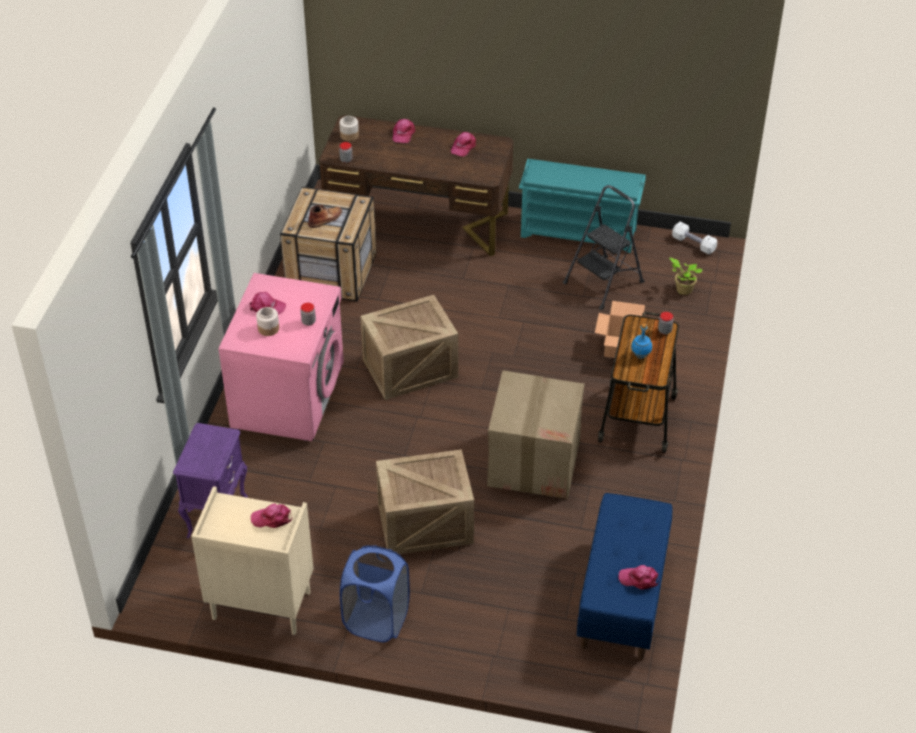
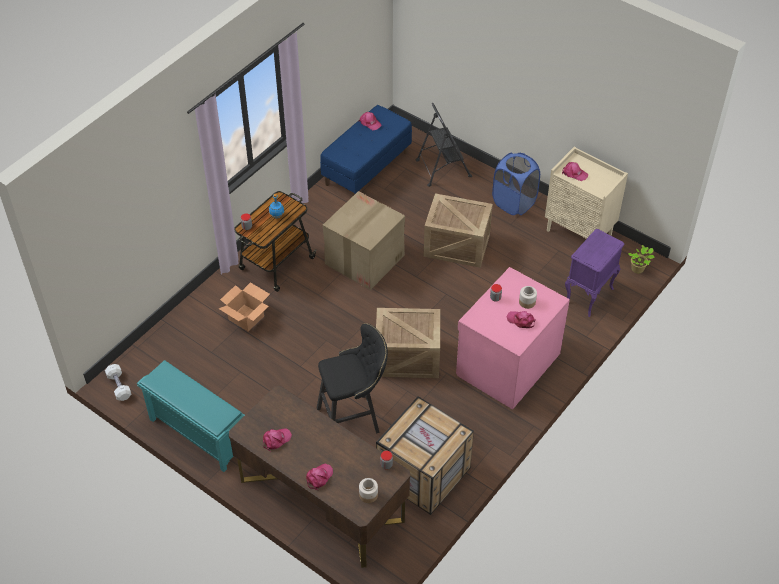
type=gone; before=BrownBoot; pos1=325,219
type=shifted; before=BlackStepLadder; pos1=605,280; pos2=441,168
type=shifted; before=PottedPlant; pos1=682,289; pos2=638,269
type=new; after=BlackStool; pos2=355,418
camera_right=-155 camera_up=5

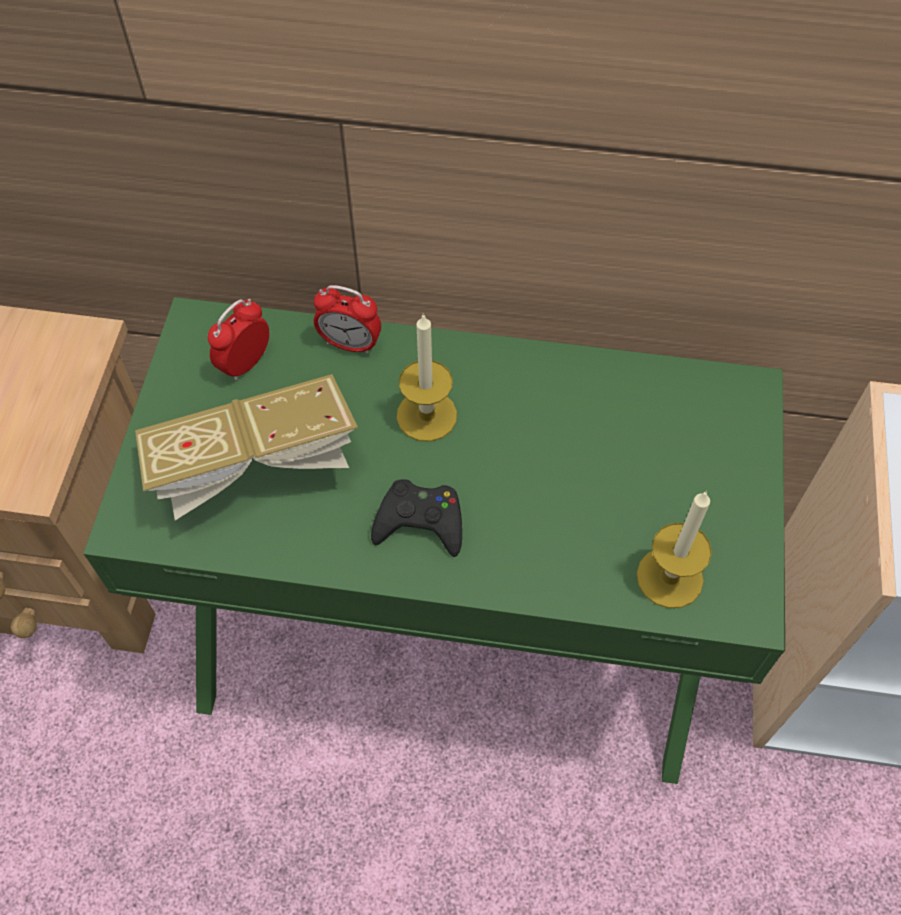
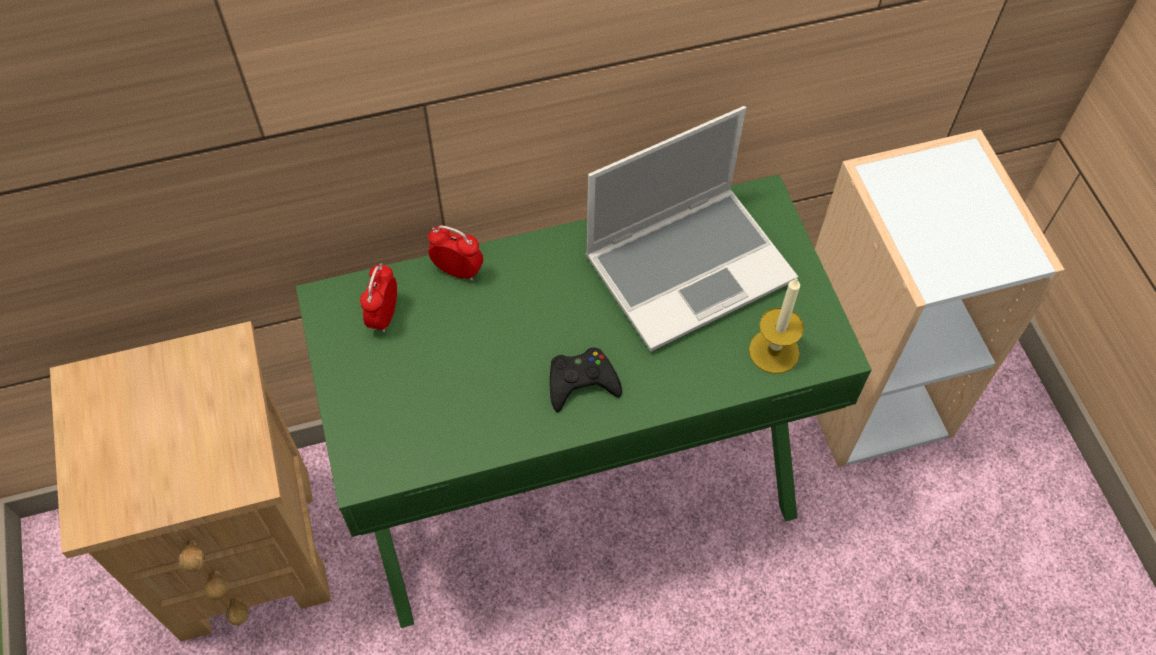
type=gone; before=Book; pos1=255,467
type=rotated; before=AlarmClock; pos1=350,344; pos2=457,271; turn=-150
type=gone; before=Candle; pos1=426,415
type=new; after=Laptop; pos2=690,266
camera_right=-25 camera_up=0

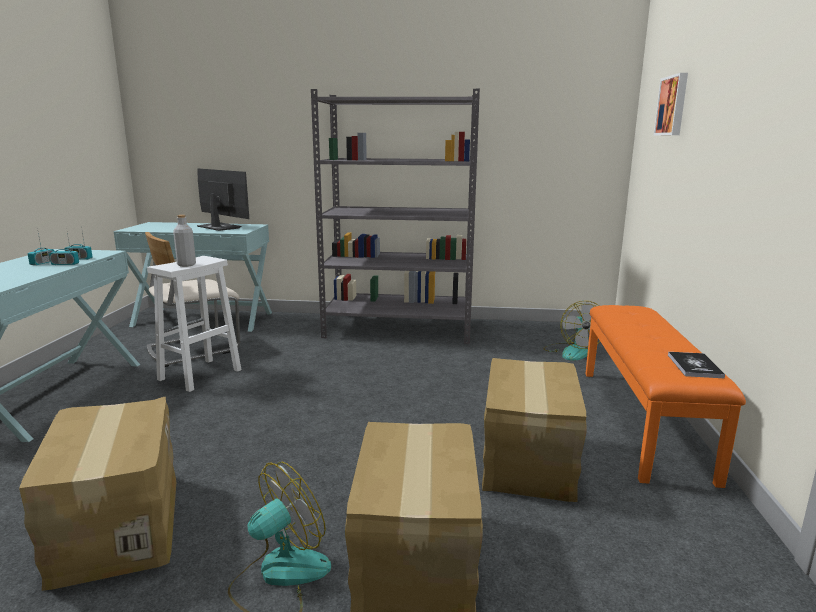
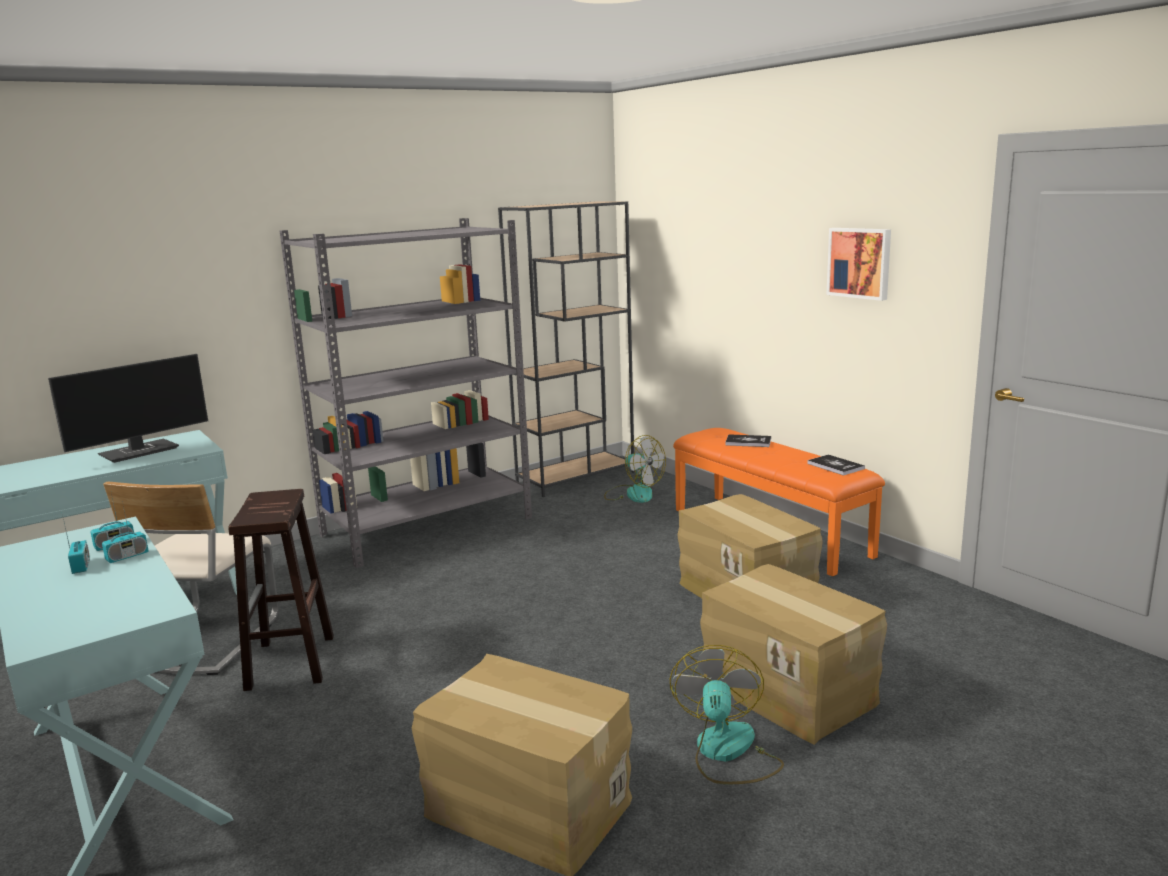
type=repainted; before=WhiteStool; after=BrownStool; pos1=199,375; pos2=291,663
type=gone; before=GreyBottle; pos1=186,265
type=rotated; before=Monitor; pos1=218,227; pos2=140,451; turn=135
type=shifted; before=Picture; pos1=673,106; pos2=860,263
type=new; after=Bookcase; pos2=576,477
type=new; after=Book; pos2=748,442
camera_right=-40 camera_up=0

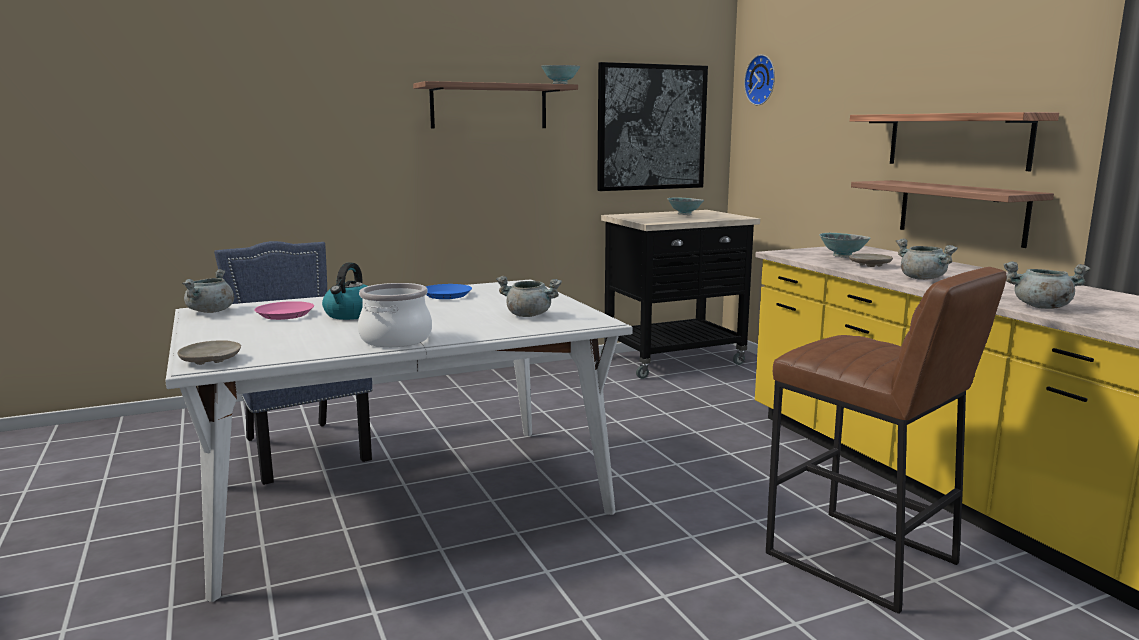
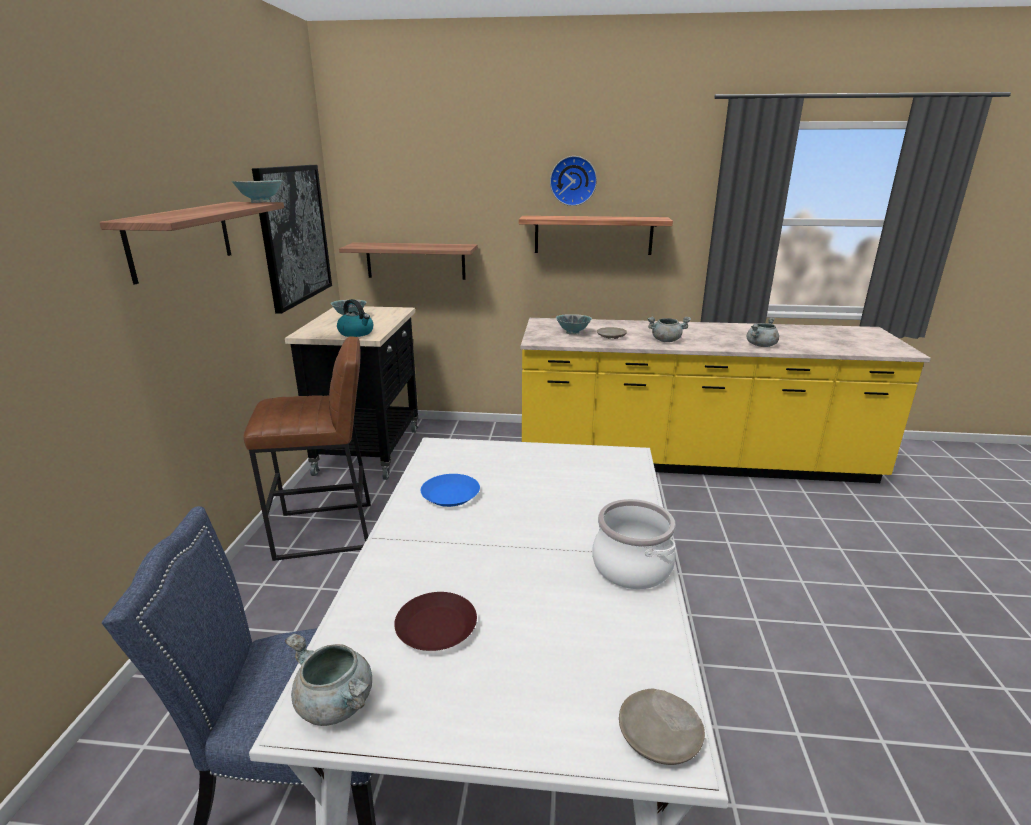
type=repainted; before=PinkPlate; after=BrownPlate; pos1=285,315; pos2=436,627
type=shifted; before=Kettle; pos1=351,315; pos2=356,333
type=gone; before=GreyCookingPot; pos1=529,315
type=shifted; before=WallClock; pos1=762,80; pos2=573,181
type=shifted; before=BrownStool; pos1=864,559; pos2=327,530
type=shifted; before=Shelf; pos1=961,212; pos2=415,261
camera_right=-60 camera_up=10

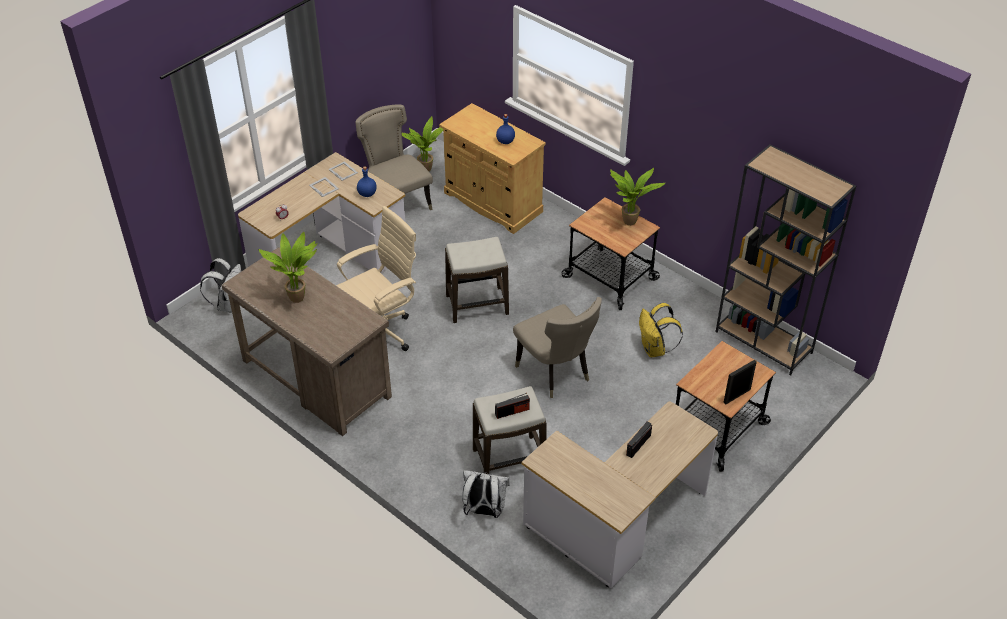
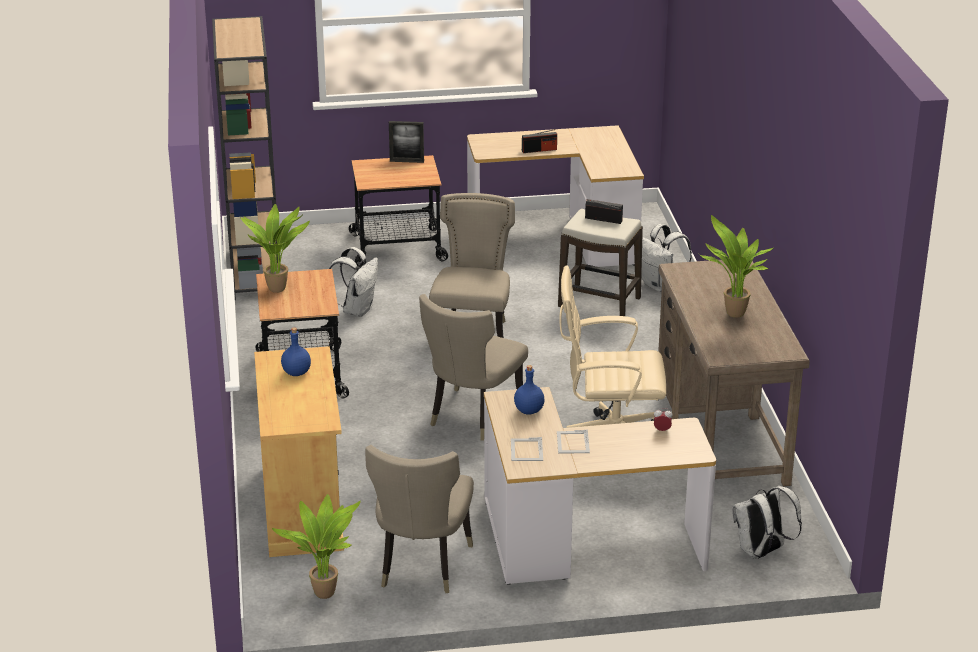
type=swapped; before=Stool; after=BeigeChair; pos1=477,305; pos2=471,417
type=repainted; before=YellowBackpack; after=WhiteBackpack; pos1=655,349; pos2=357,310
camera_right=-140 camera_up=-15

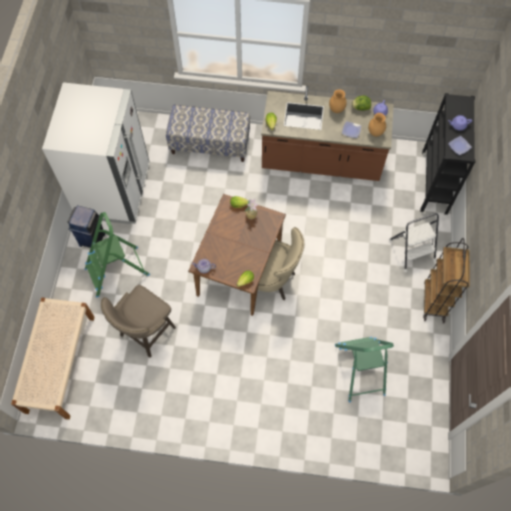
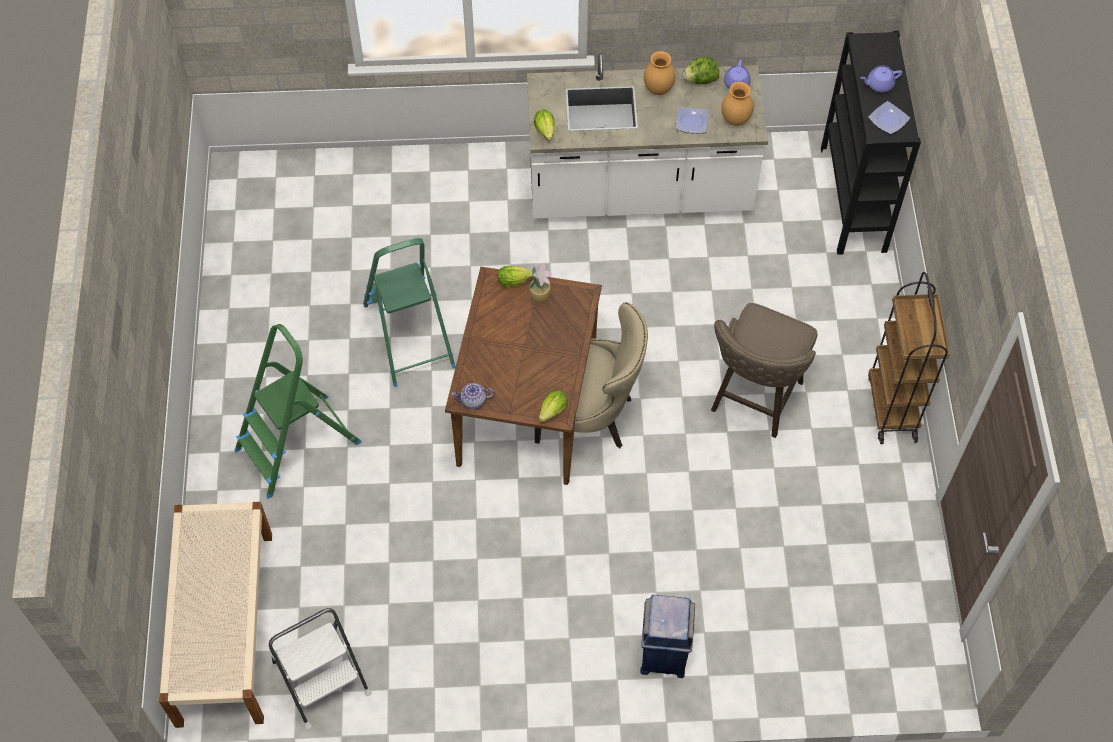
type=gone; before=WhiteFridge; pos1=114,191
type=shifted; before=BlueTrashCan; pos1=92,239; pos2=663,654
type=shifted; before=BeigeStool; pos1=146,333; pos2=755,400
type=gone; before=Bench; pos1=210,144
type=repainted; before=BrownCounter; after=WhiteCounter; pos1=321,161; pos2=639,191
type=shifted; before=GreenStepLadder; pos1=359,368; pos2=408,334
type=shifted; before=WhiteStepLadder; pos1=411,248; pos2=319,674
camera_right=-10 camera_up=-5

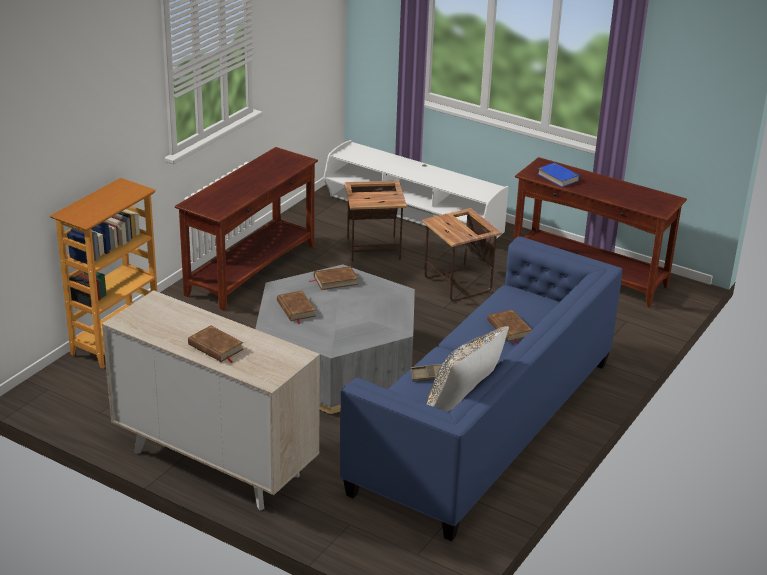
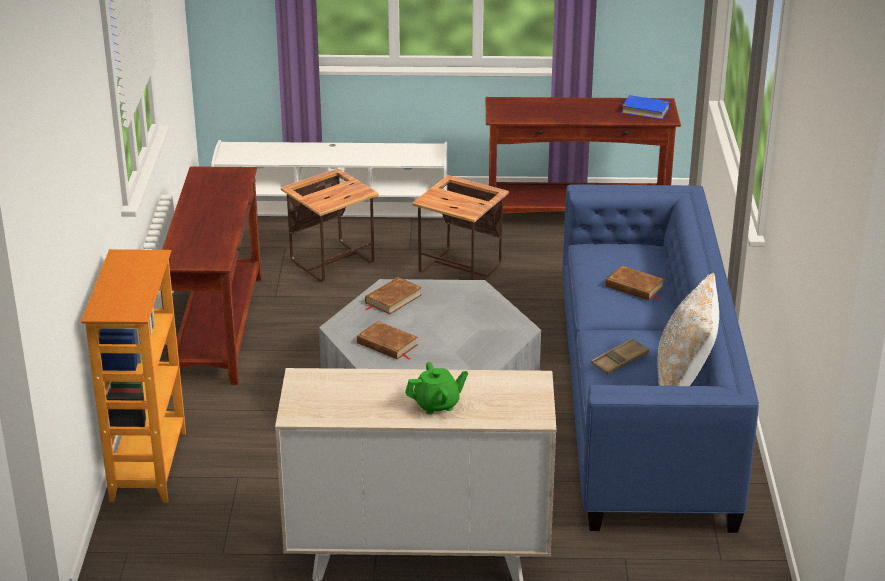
type=swapped; before=BrownBook; after=GreenTeapot; pos1=215,347; pos2=437,404
type=shifted; before=BlueBook; pos1=558,177; pos2=645,110
camera_right=-30 camera_up=0

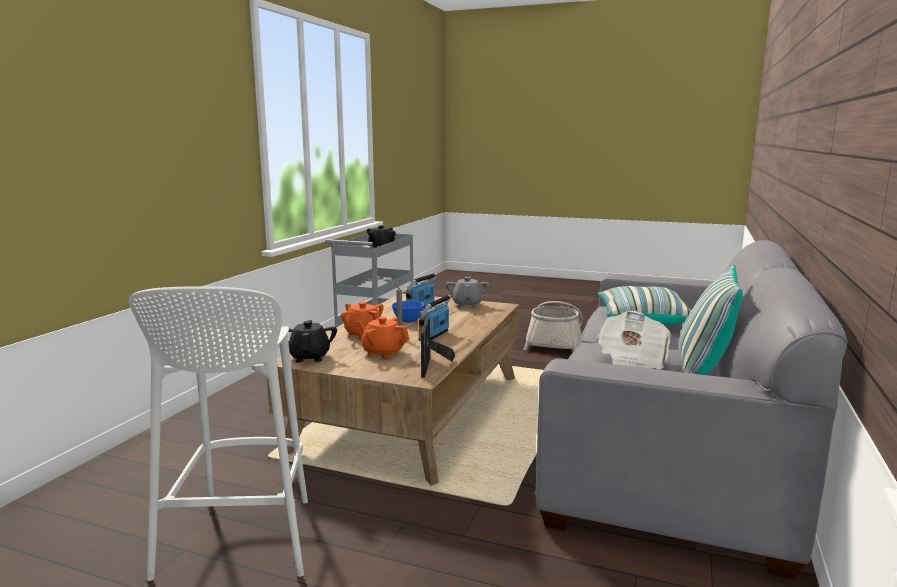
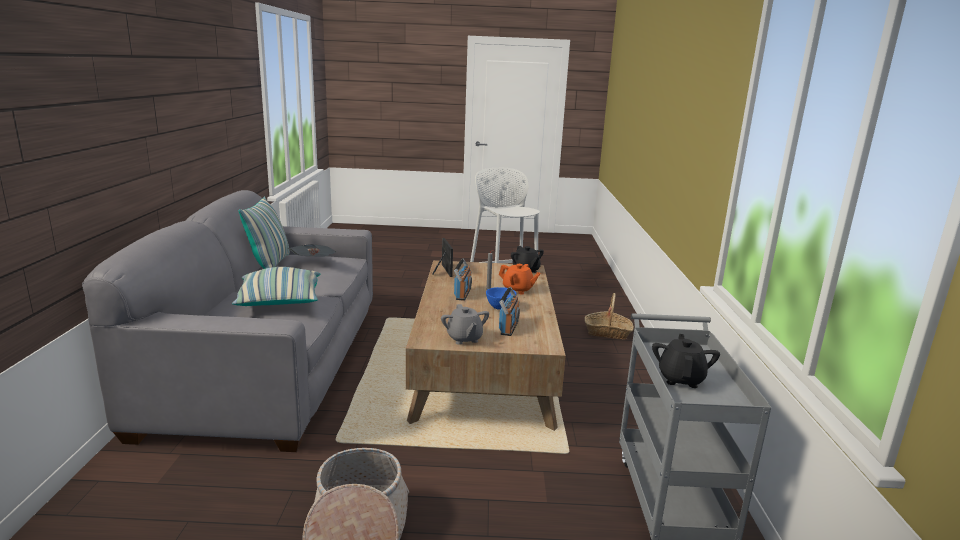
type=gone; before=OrangeTeapot; pos1=383,352
type=new; after=Basket; pos2=607,332
camera_right=160 camera_up=5

